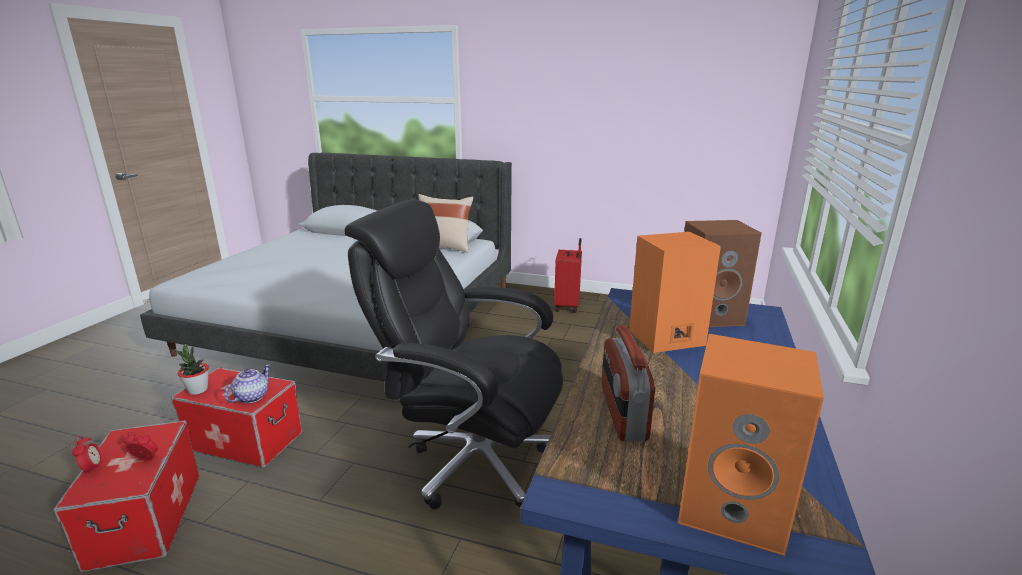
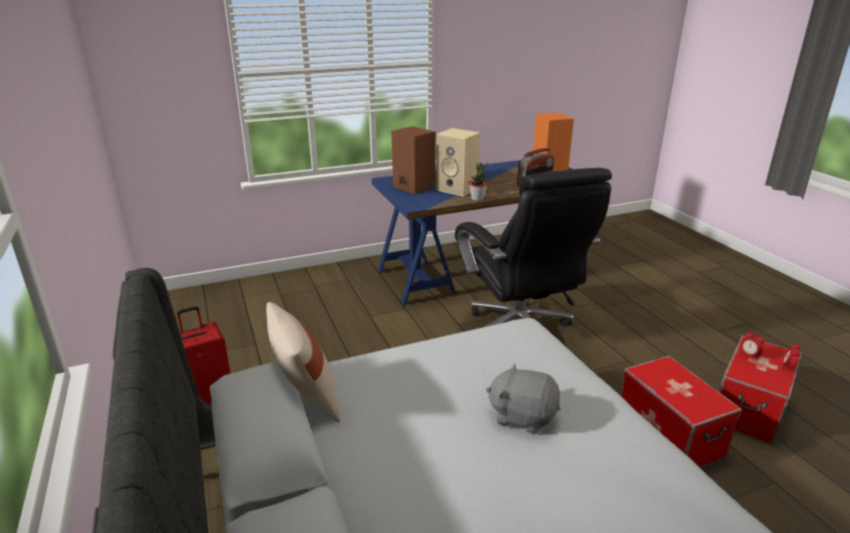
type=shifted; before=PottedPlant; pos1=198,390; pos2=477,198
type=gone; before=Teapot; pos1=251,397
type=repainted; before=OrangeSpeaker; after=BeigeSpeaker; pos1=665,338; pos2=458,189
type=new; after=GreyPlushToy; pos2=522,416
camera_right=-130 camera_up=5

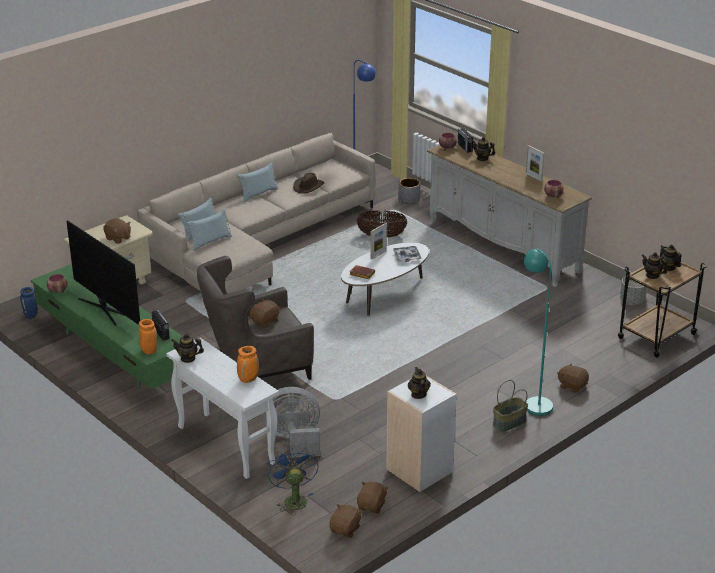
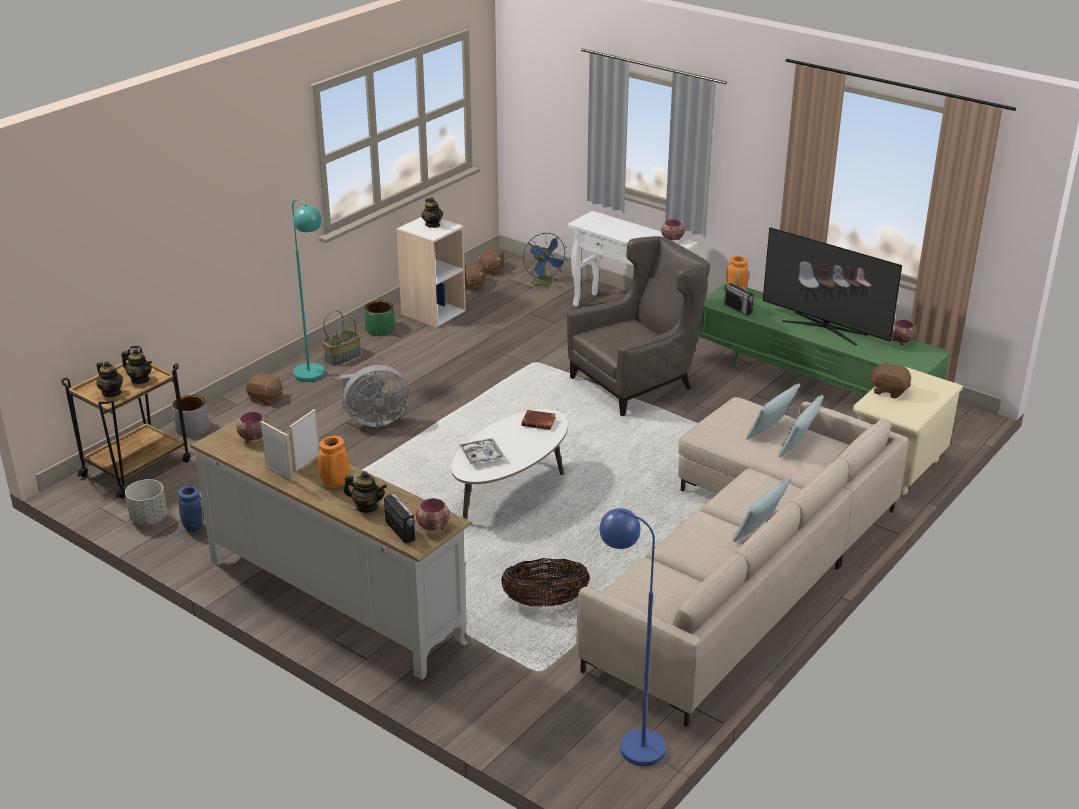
type=shifted; before=BlueVase; pos1=31,316; pos2=193,527
type=swapped; before=Teapot; after=Bowl; pos1=188,358; pos2=671,239
type=shifted; before=OrangeVase; pos1=248,379; pos2=335,484
type=gone; before=BrownPlushToy; pos1=265,321
type=shifted; before=GreyFan; pos1=294,440; pos2=374,420
type=gone; before=BrownHat; pos1=308,187
type=shifted; before=PictureFrame; pos1=378,255; pos2=307,462
type=shifted; before=GreyPlanter; pos1=409,200; pos2=192,428
type=new; after=GreenPlanter; pos2=380,330
camera_right=170 camera_up=0

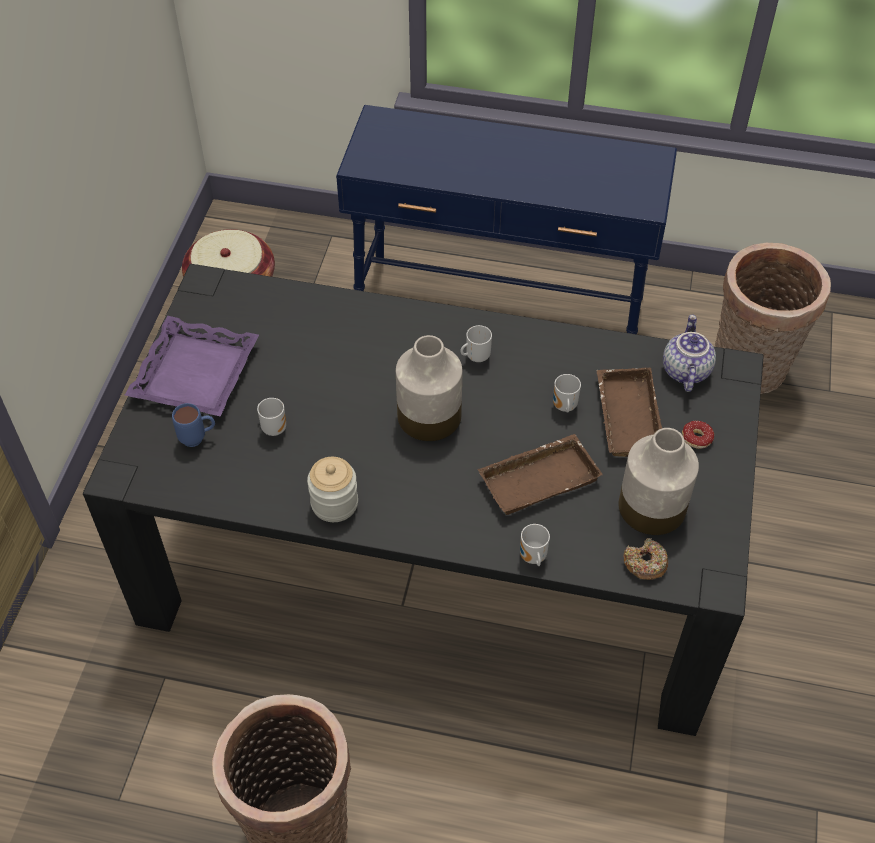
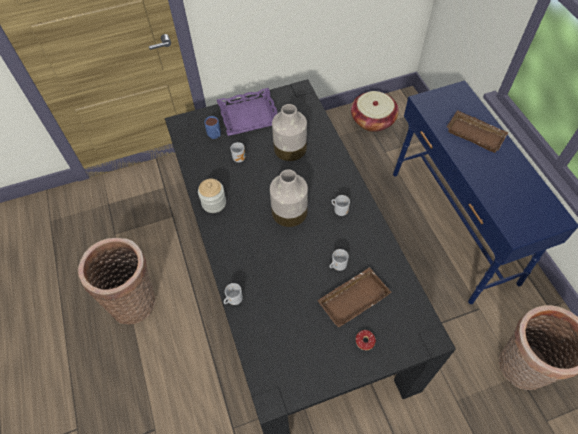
type=shifted; before=BrownTray; pos1=539,477; pos2=476,134
type=shifted; before=BeigeVase; pos1=653,506; pos2=290,148
type=gone; before=Donut; pos1=645,563
type=gone; before=Teapot; pos1=684,370
camera_right=60 camera_up=5

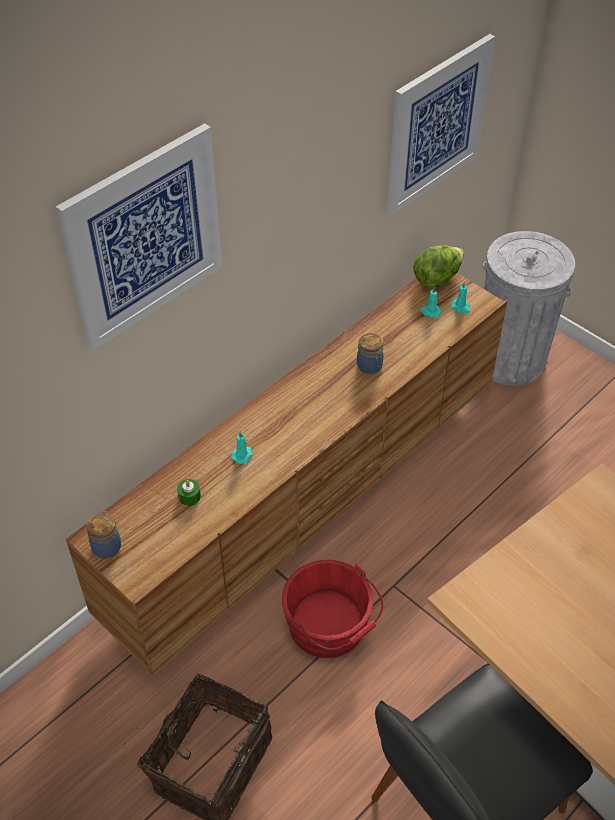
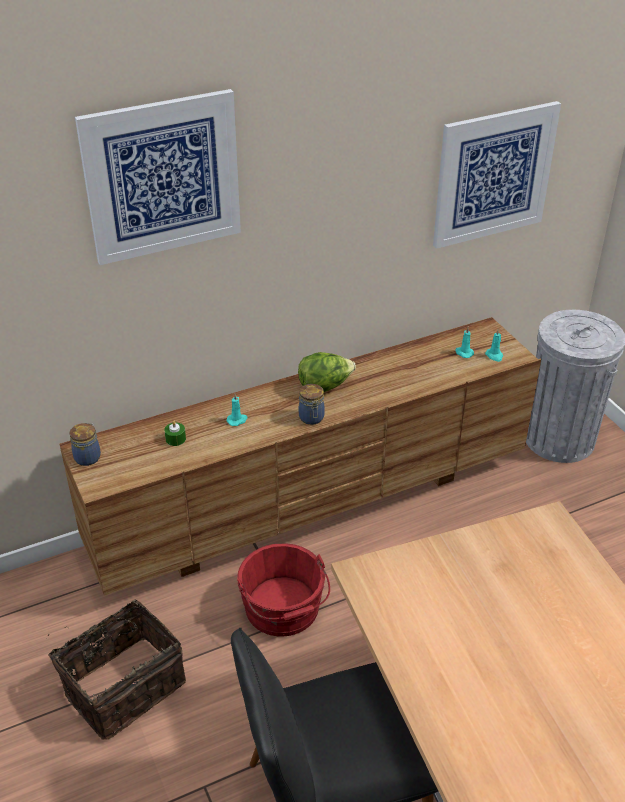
type=shifted; before=Jar; pos1=370,366; pos2=311,418
type=shifted; before=Lettuce; pos1=437,278; pos2=325,386
camera_right=20 camera_up=-10

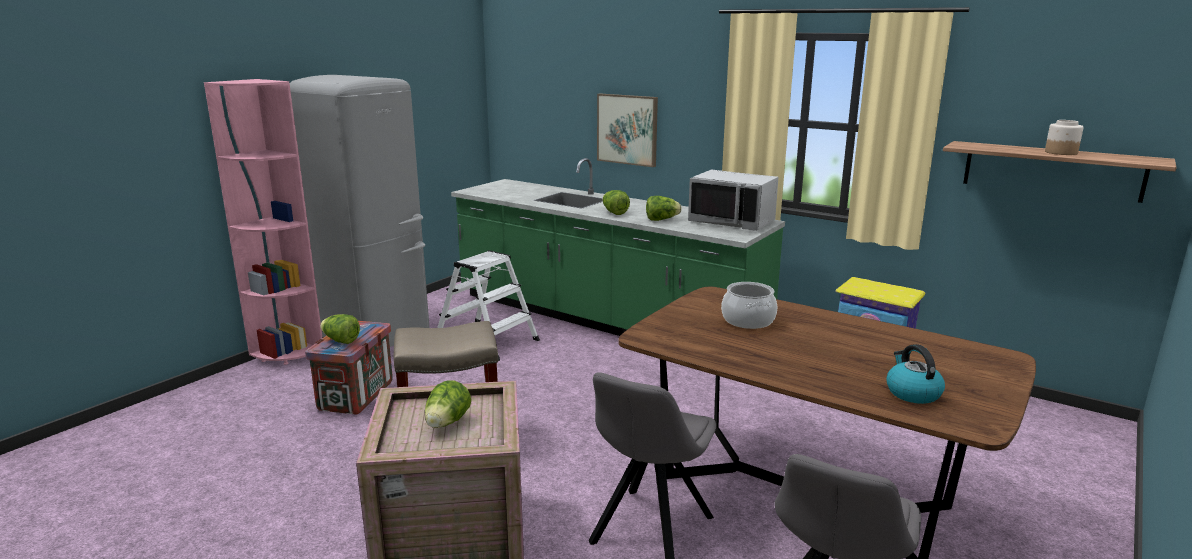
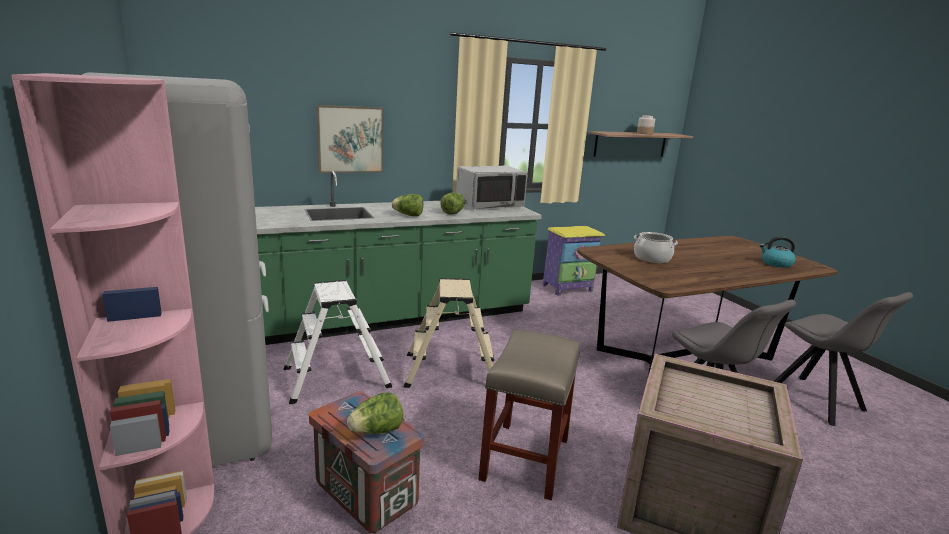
type=gone; before=Lettuce; pos1=447,423
type=new; after=BeigeStepLadder; pos2=451,370
camera_right=-60 camera_up=0

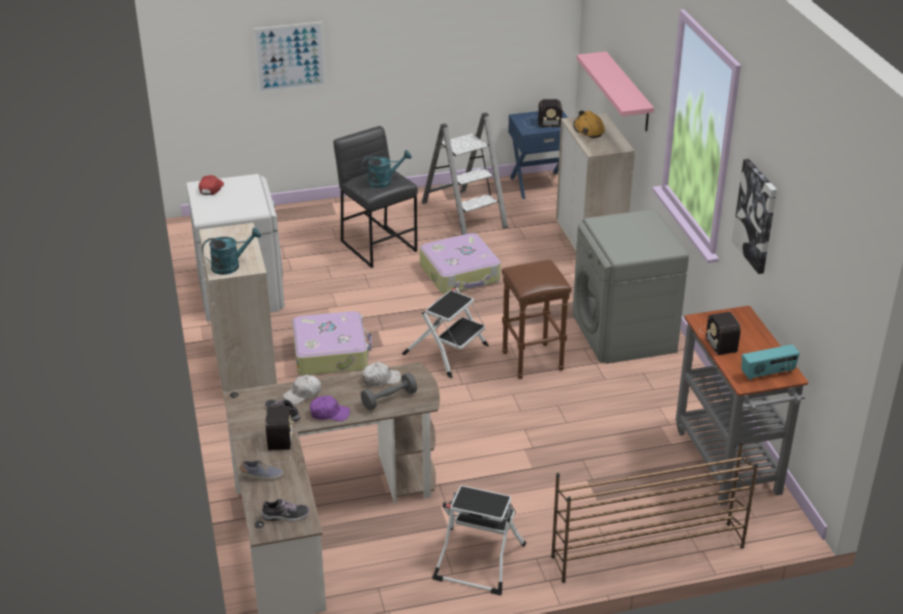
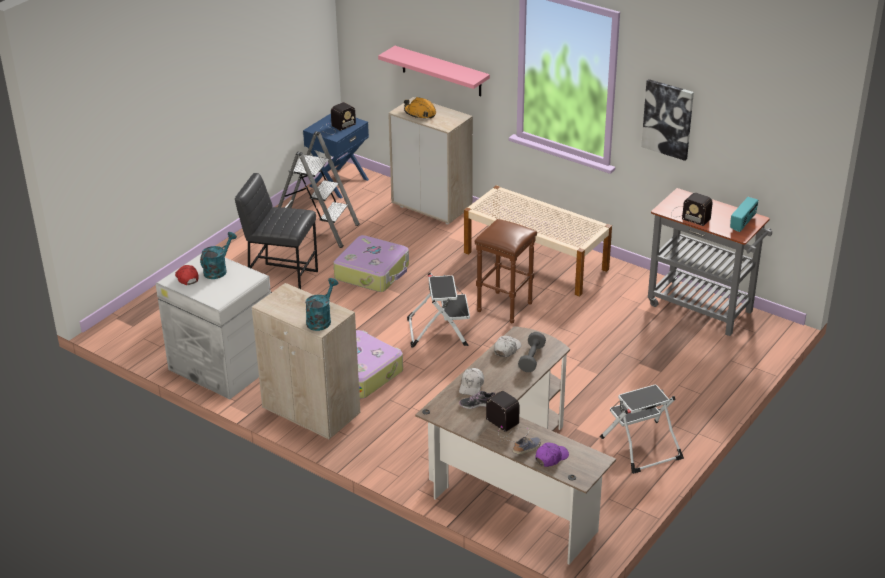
type=gone; before=Picture; pos1=290,57
type=gone; before=Shoe; pos1=285,516
type=shifted; before=PurpleCap; pos1=329,413; pos2=551,457
type=shifted; before=TurquoiseWateringCan; pos1=384,181; pos2=218,270
type=gone; before=BrownShoeRack; pos1=646,552
type=swapped; before=GreyWashingMachine; after=BeigeBench; pos1=622,333; pos2=536,260
camera_right=-40 camera_up=0

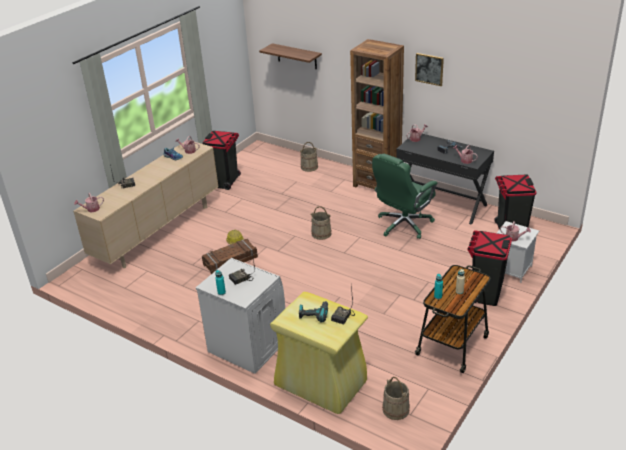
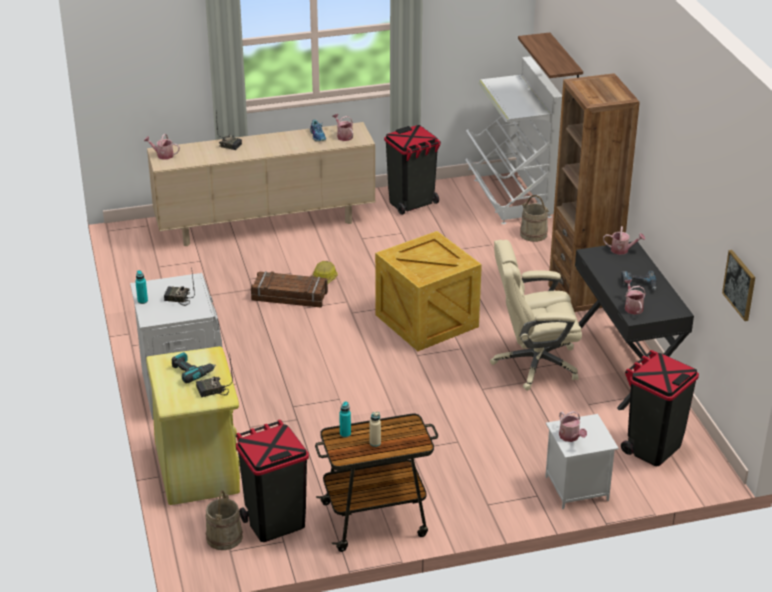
type=swapped; before=BeigeBucket; after=Crate; pos1=321,234; pos2=425,320
type=repainted; before=GreenOfficeChair; after=BeigeOfficeChair; pos1=403,225; pos2=534,364
type=shifted; before=Picture; pos1=429,69; pos2=740,285
type=shifted; before=BlackTrashCan; pos1=485,294; pos2=275,522
type=new; after=WhiteShoeRack; pos2=508,198
camera_right=40 camera_up=0

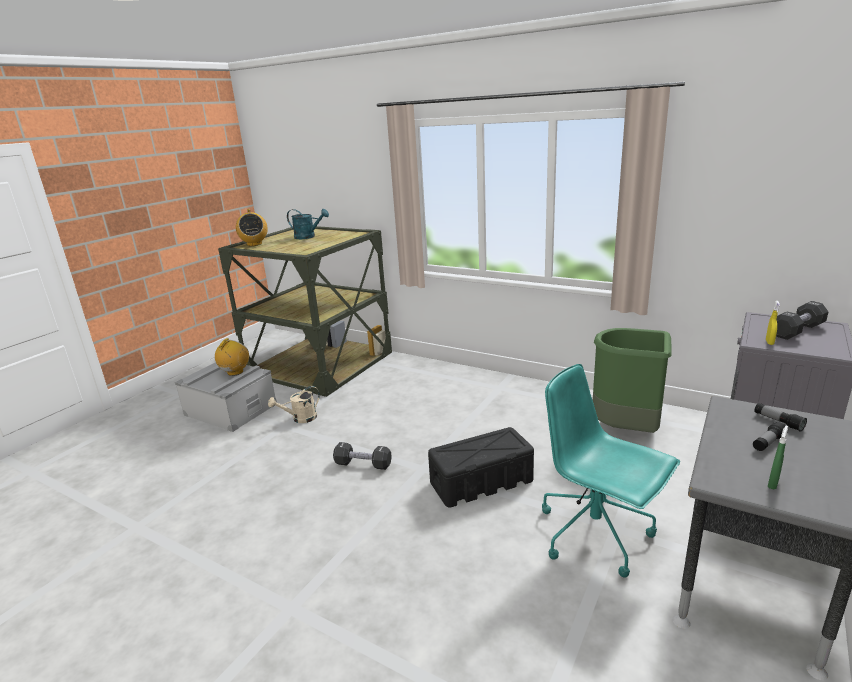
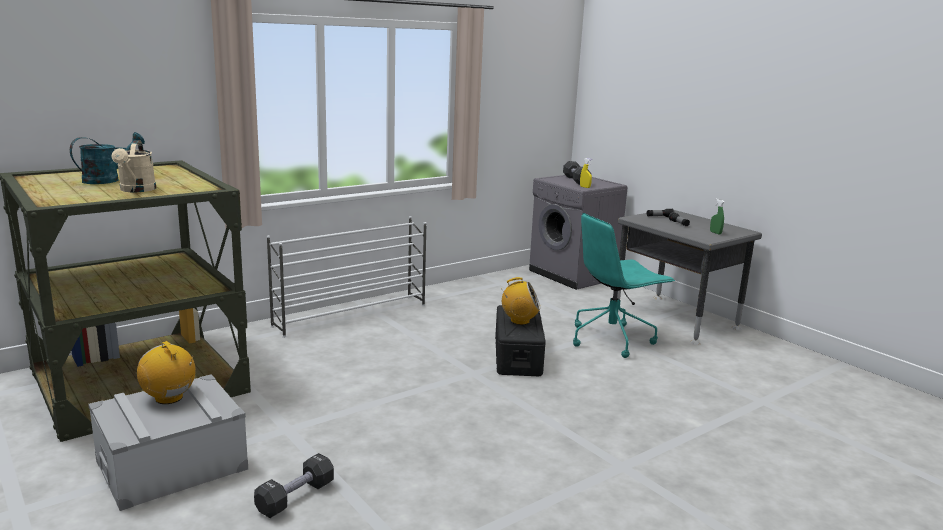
type=shifted; before=Radio; pos1=254,244; pos2=519,321
type=shifted; before=BeigeWateringCan; pos1=300,419; pos2=136,190
type=shifted; before=BlackDumbbell; pos1=363,464; pos2=295,497
type=gone; before=GreenTrashCan; pos1=627,429
type=new; after=WhiteShoeRack; pos2=352,316
camera_right=-70 camera_up=-5

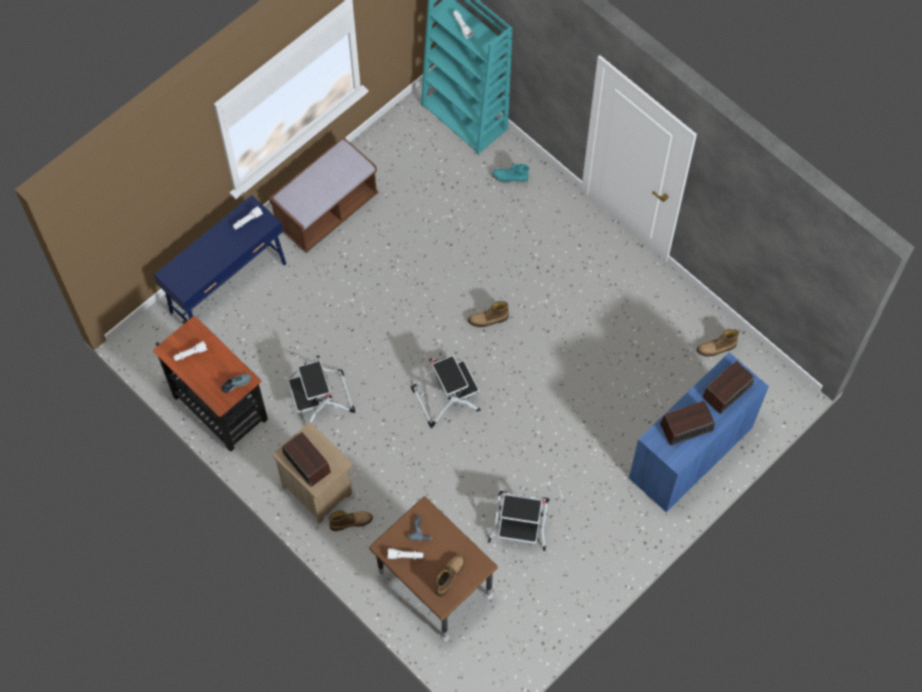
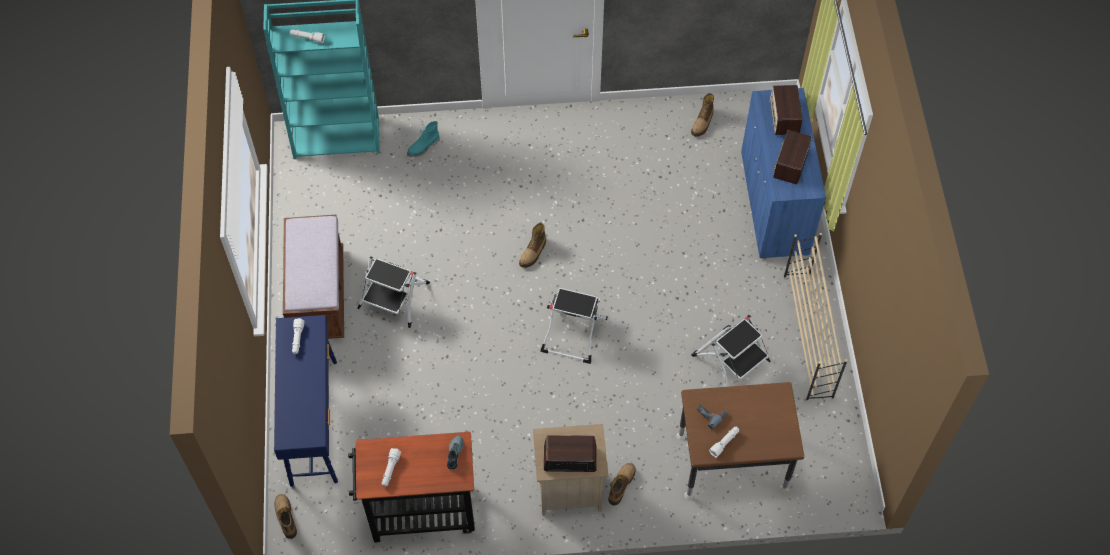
type=shifted; before=StepLadder; pos1=321,398; pos2=394,297
type=shifted; before=Boot; pos1=449,576; pos2=285,517
type=new; after=BeigeShoeRack; pos2=807,337
camera_right=-50 camera_up=-5

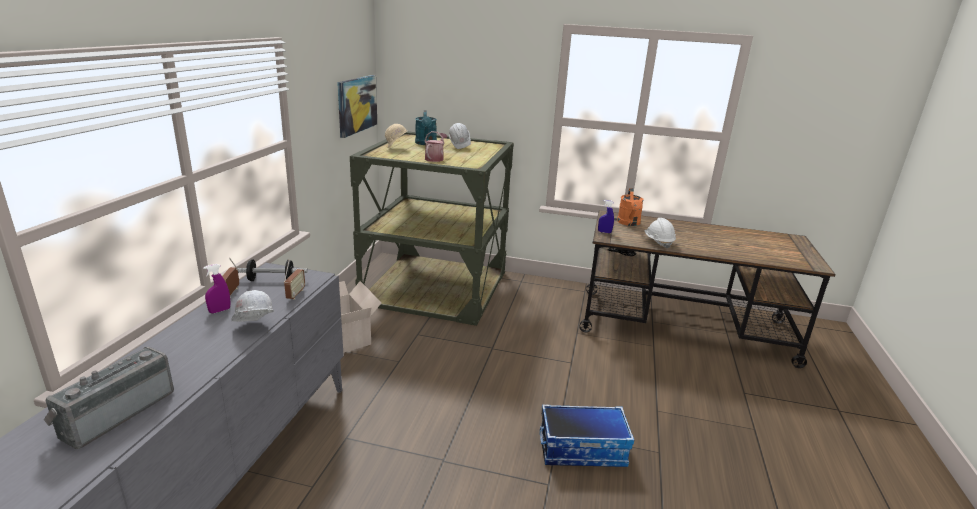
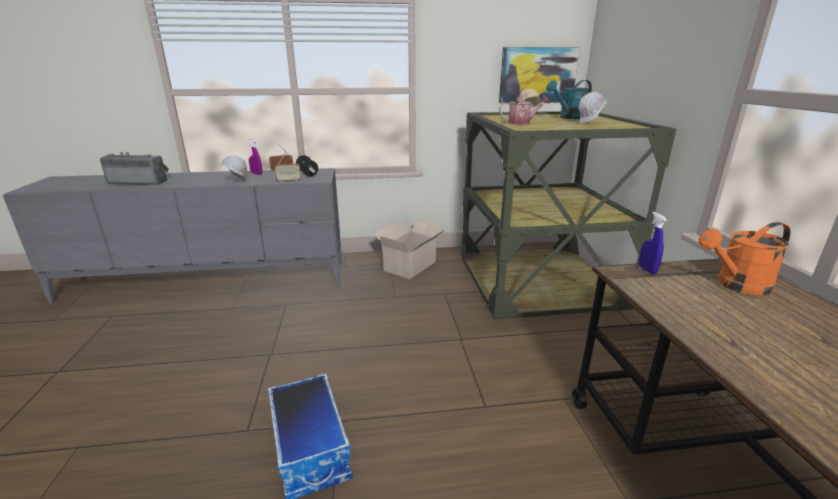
type=gone; before=WhiteHardHat; pos1=658,242
camera_right=70 camera_up=0

